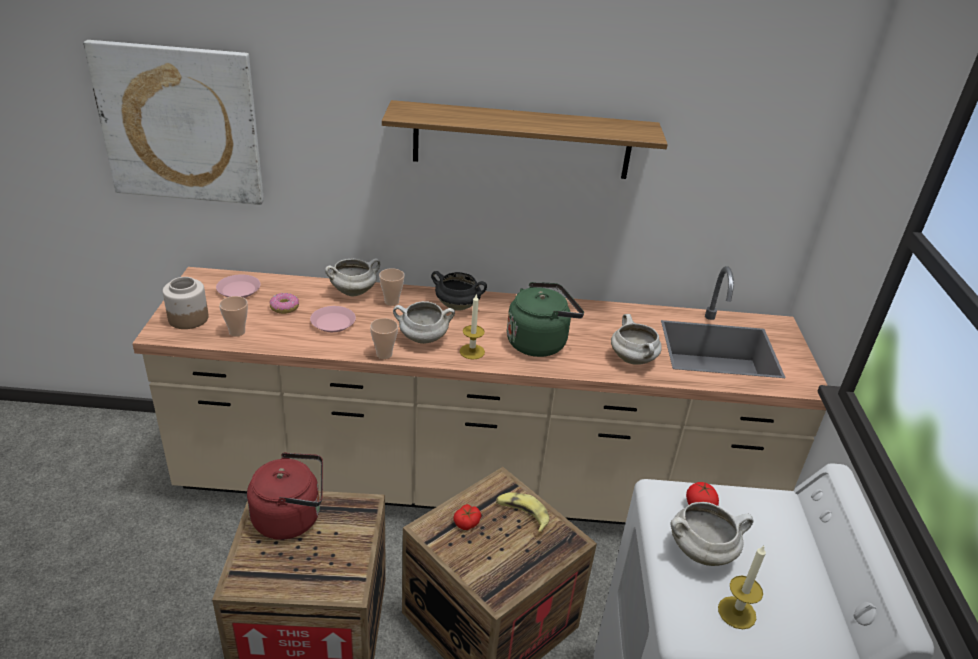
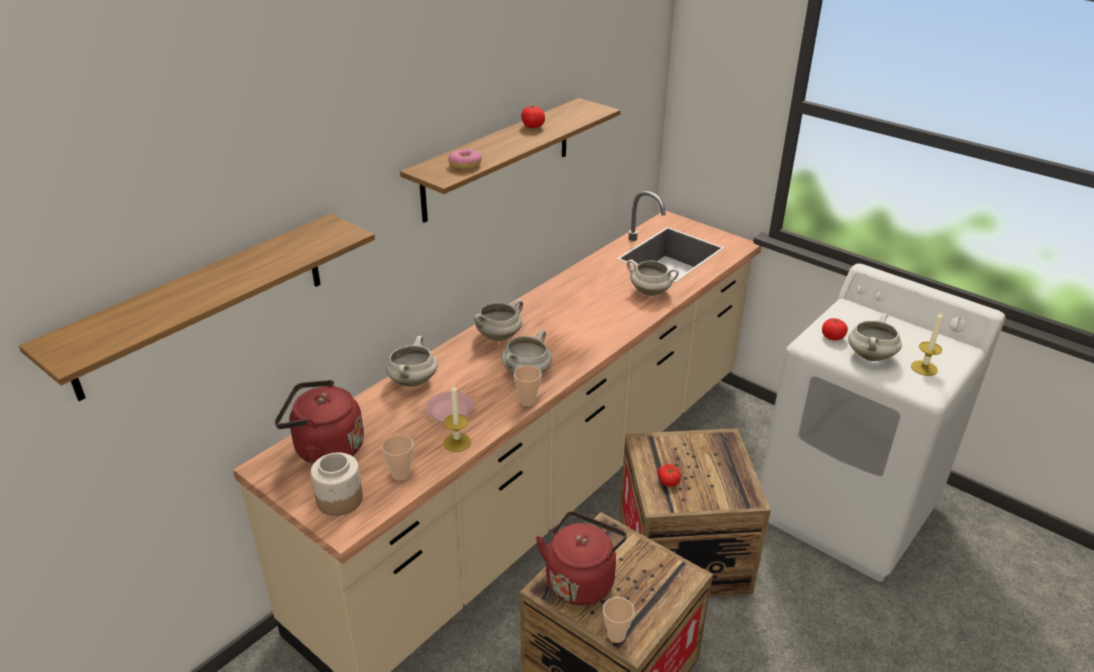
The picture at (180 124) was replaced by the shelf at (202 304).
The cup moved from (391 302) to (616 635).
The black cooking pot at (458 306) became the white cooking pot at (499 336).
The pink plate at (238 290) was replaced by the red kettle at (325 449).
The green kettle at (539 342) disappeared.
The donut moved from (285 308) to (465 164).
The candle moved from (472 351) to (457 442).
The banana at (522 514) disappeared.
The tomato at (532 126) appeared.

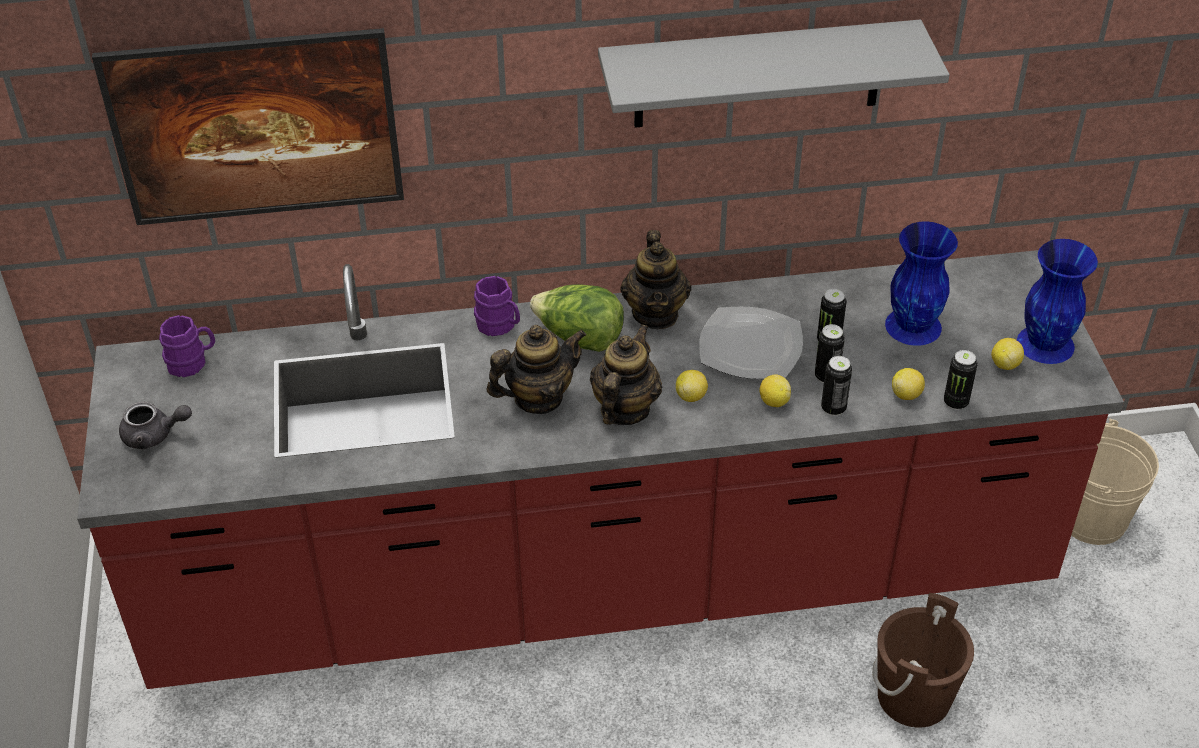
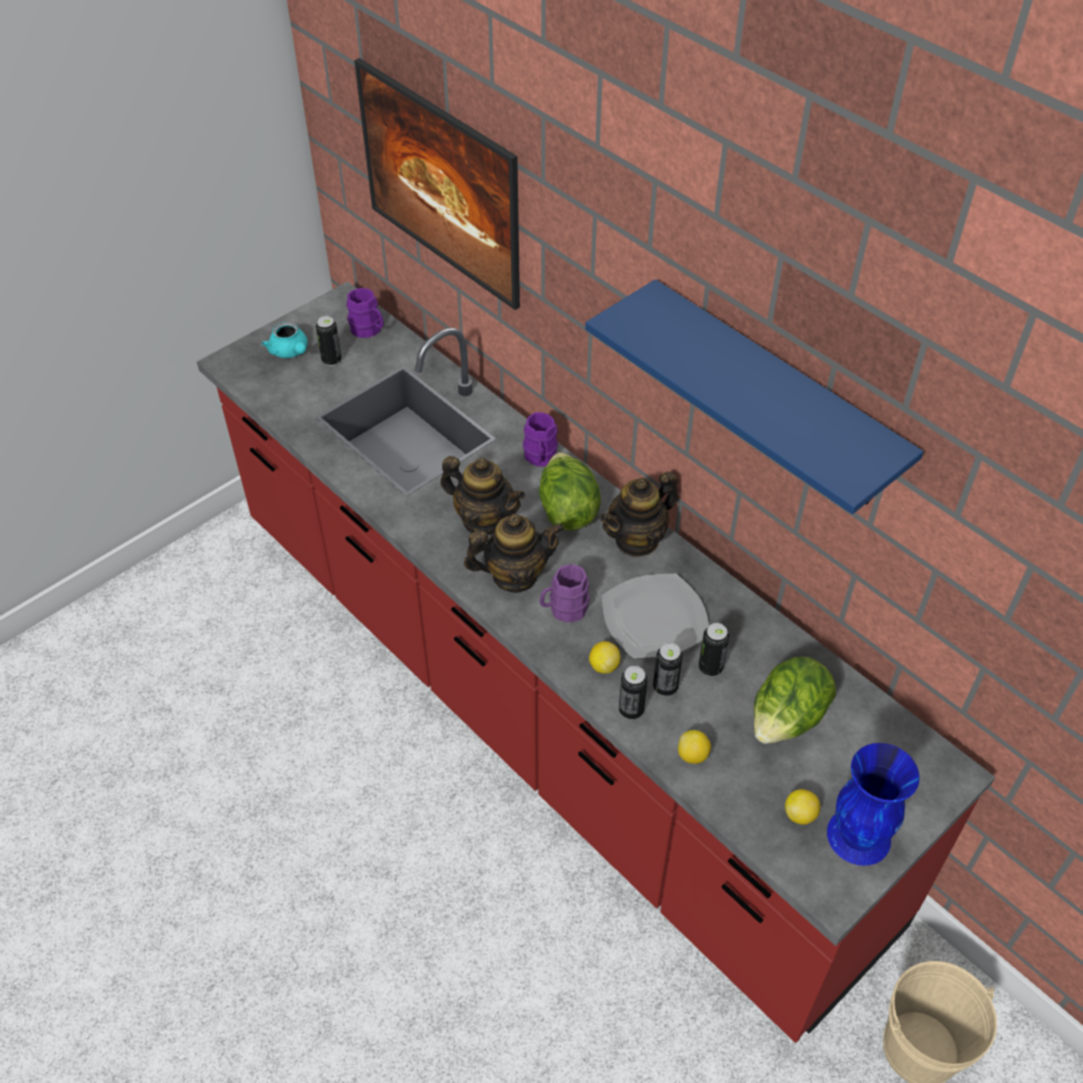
The grey shelf at (758 74) became the blue shelf at (773 397).
The blue vase at (914 325) was replaced by the lettuce at (786 720).
The can moved from (955 402) to (331 360).
The lemon at (691 396) was replaced by the purple mug at (563 609).
The grey teapot at (154 435) became the turquoise teapot at (290 352).
The brown bucket at (914 696) disappeared.

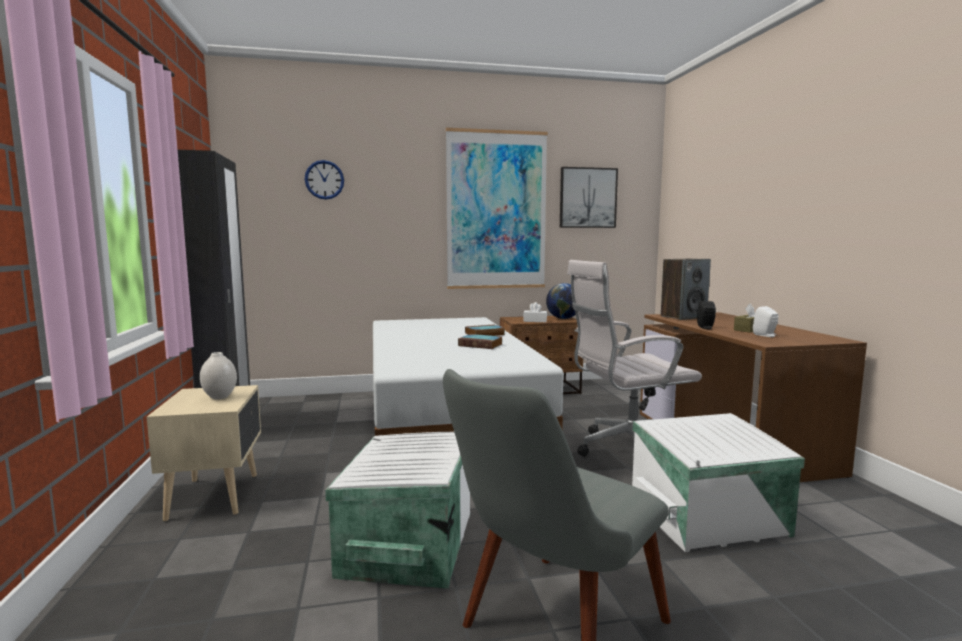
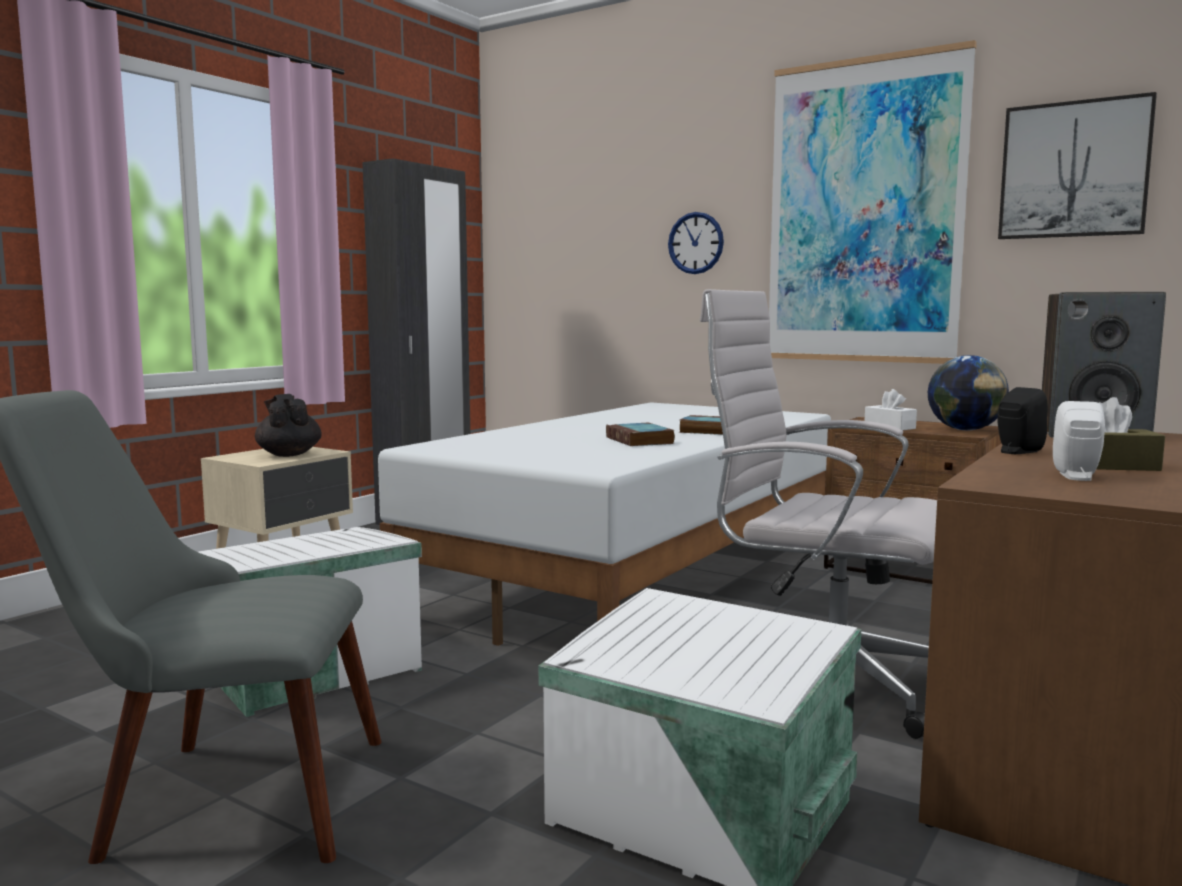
The wall clock moved from (324 180) to (695 243).
The white vase at (220 397) was replaced by the black teapot at (289 454).

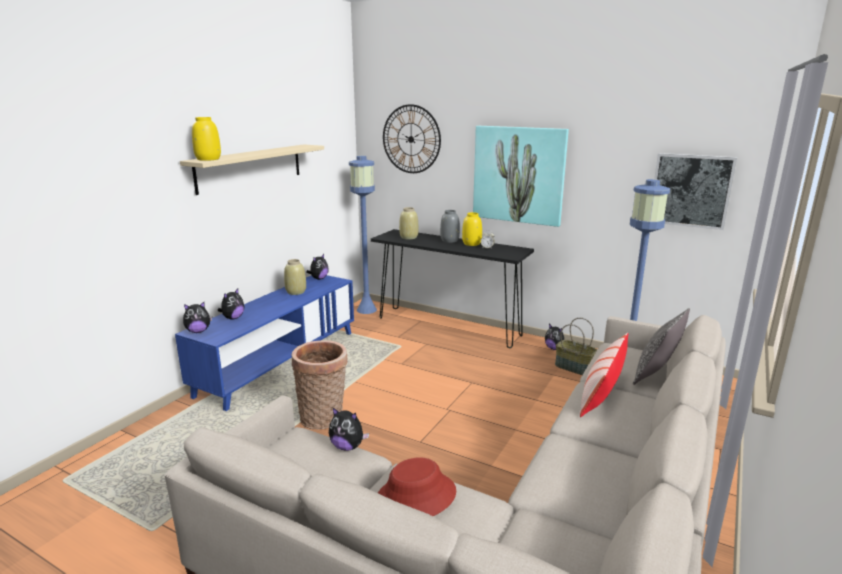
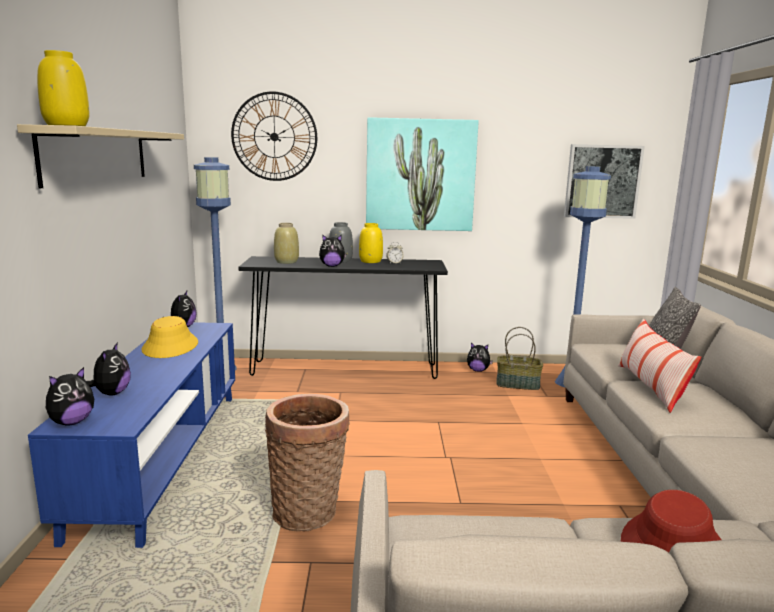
The beige vase at (296 292) was replaced by the yellow hat at (170 346).
The plush toy moved from (347 446) to (332 266).

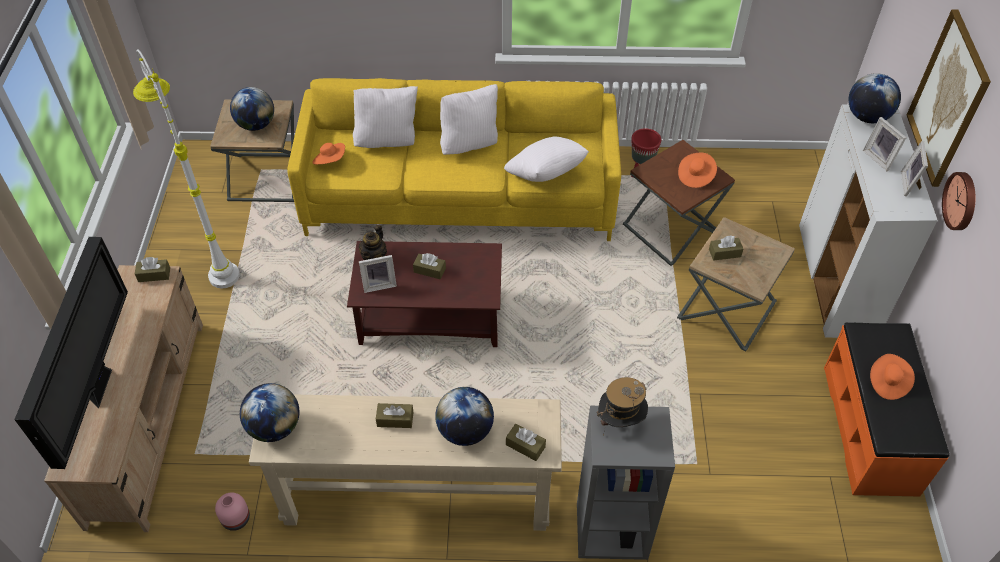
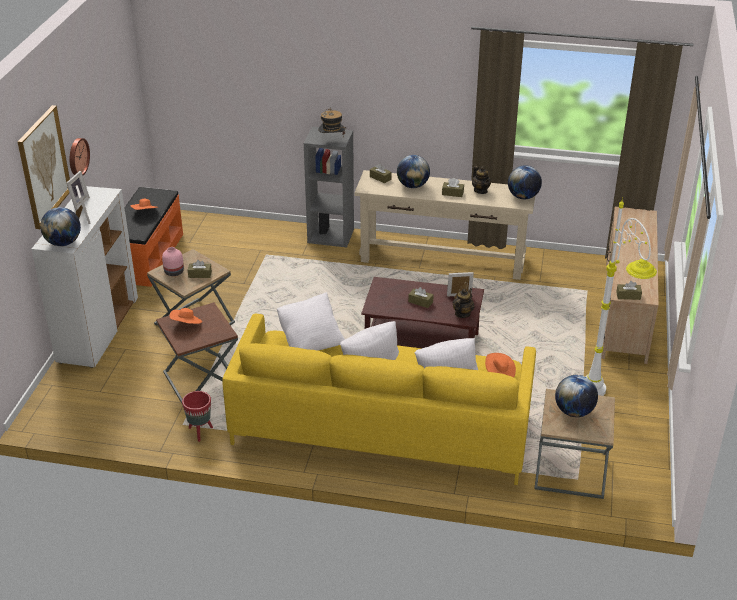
The television at (100 385) disappeared.
The pink vase moved from (237 518) to (173 272).
The teapot at (480 190) appeared.

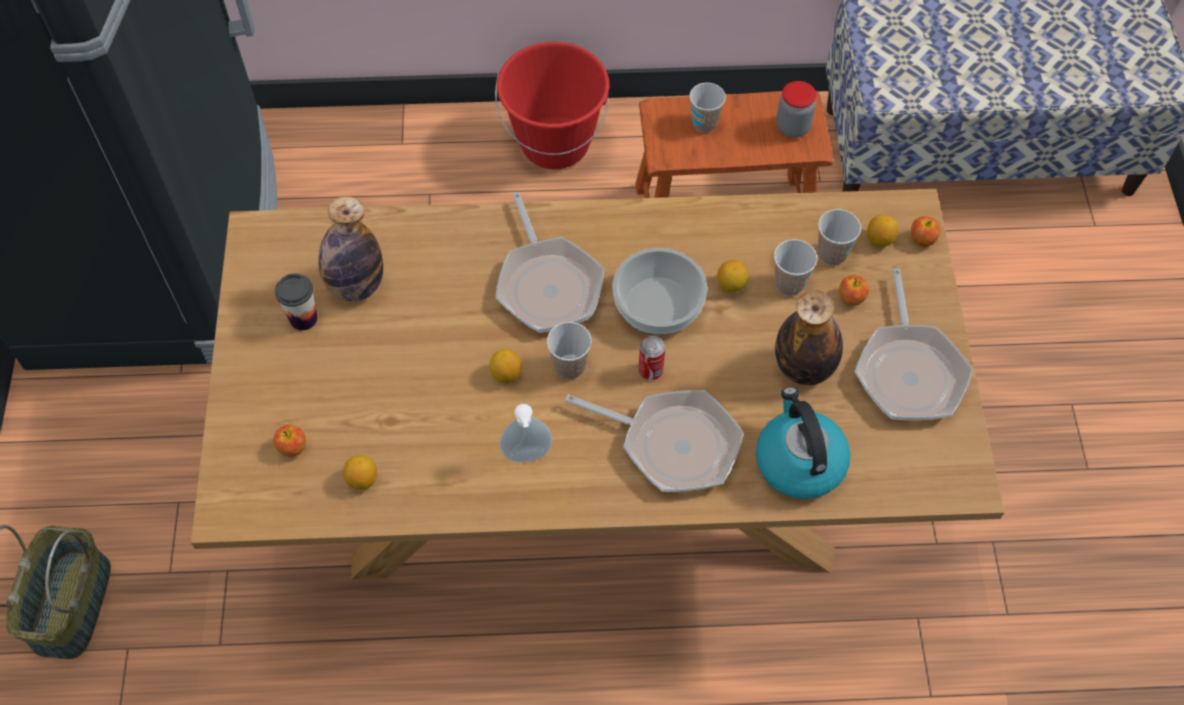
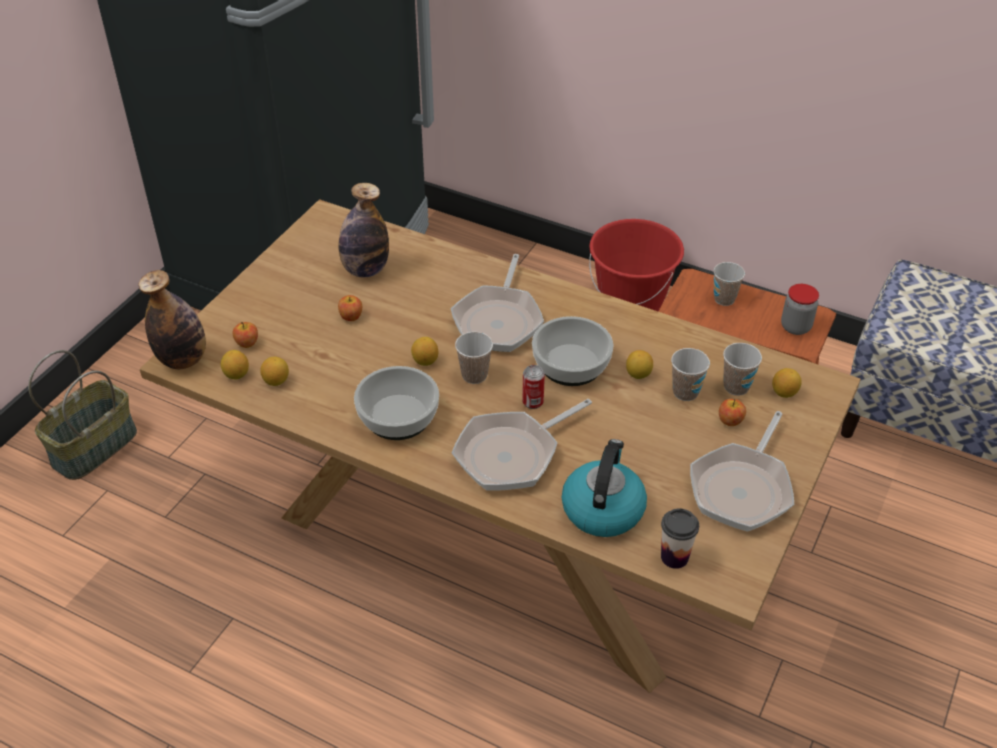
The apple moved from (922 239) to (351 316).
The cup moved from (303 318) to (674 557).
The bottle moved from (804 367) to (183 359).
The frying pan at (672 443) turned 90 degrees clockwise.
The soap dispenser at (527 457) was replaced by the bowl at (399 416).
The lemon at (236 374) appeared.

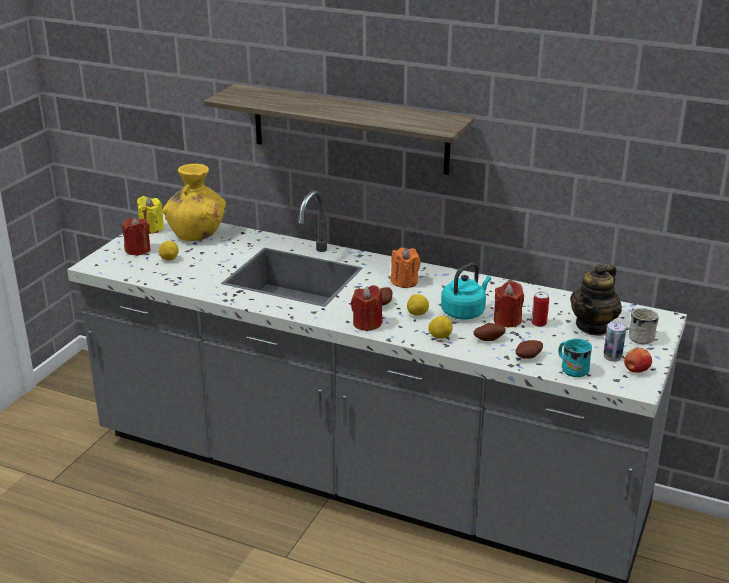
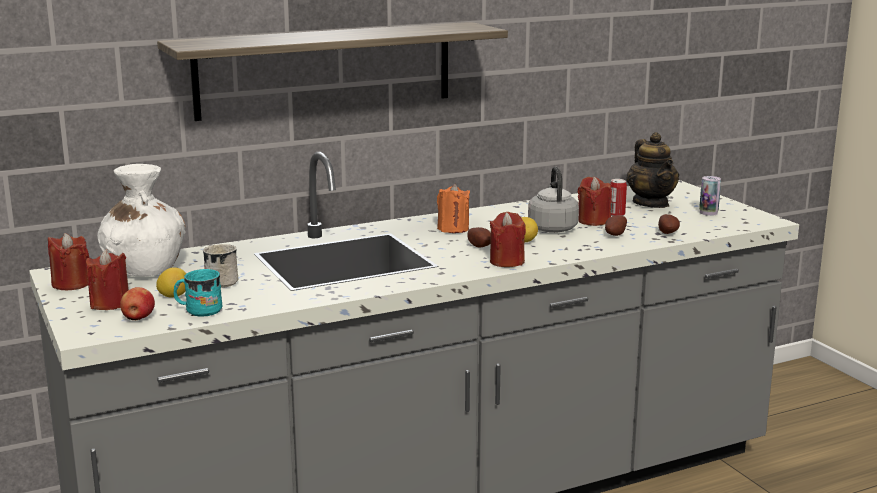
The yellow vase at (197 234) became the white vase at (145 269).
The yellow candle at (151 228) became the red candle at (71 284).
The turquoise kettle at (464 312) became the grey kettle at (552 228).
The white mug moved from (644 337) to (223 281).
The lemon at (440 337) disappeared.
The turquoise mug moved from (571 368) to (198 310).
The apple moved from (636 370) to (138 318).

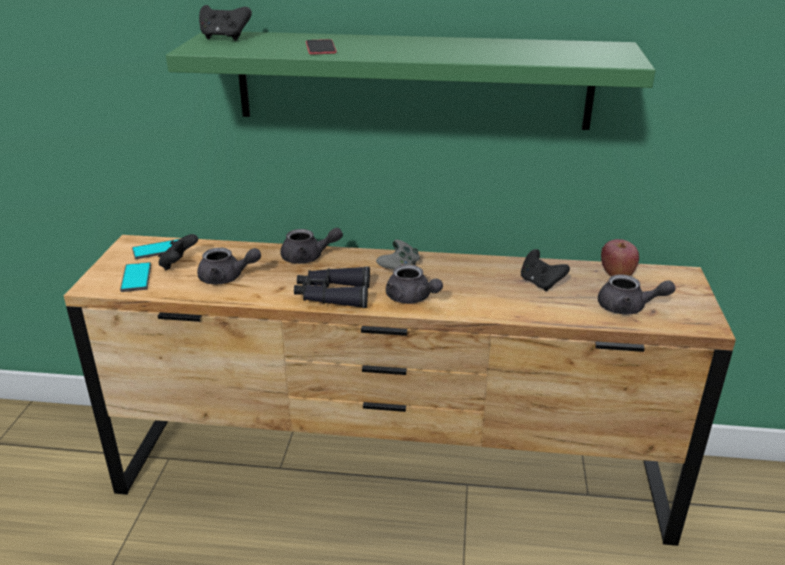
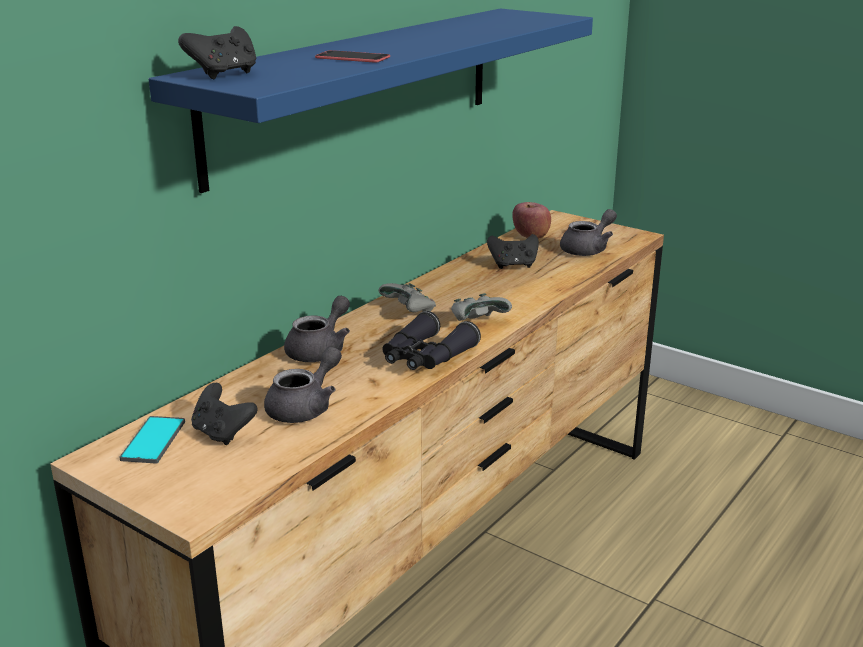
The green shelf at (412 80) became the blue shelf at (359 89).
The phone at (136 278) disappeared.
The grey teapot at (411 299) was replaced by the grey game controller at (478 322).

